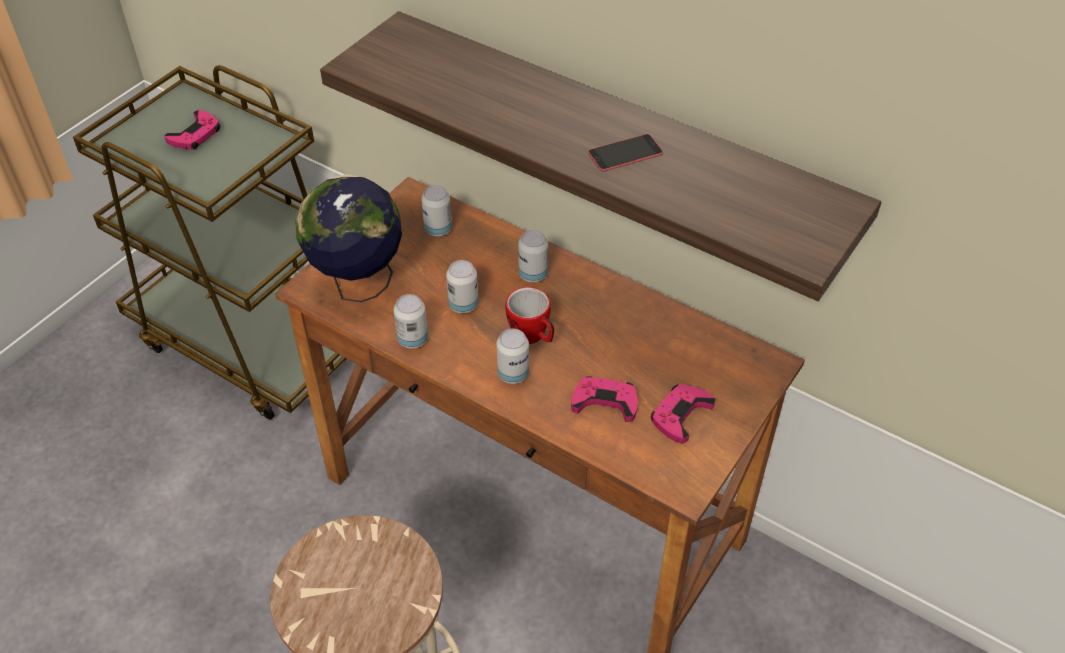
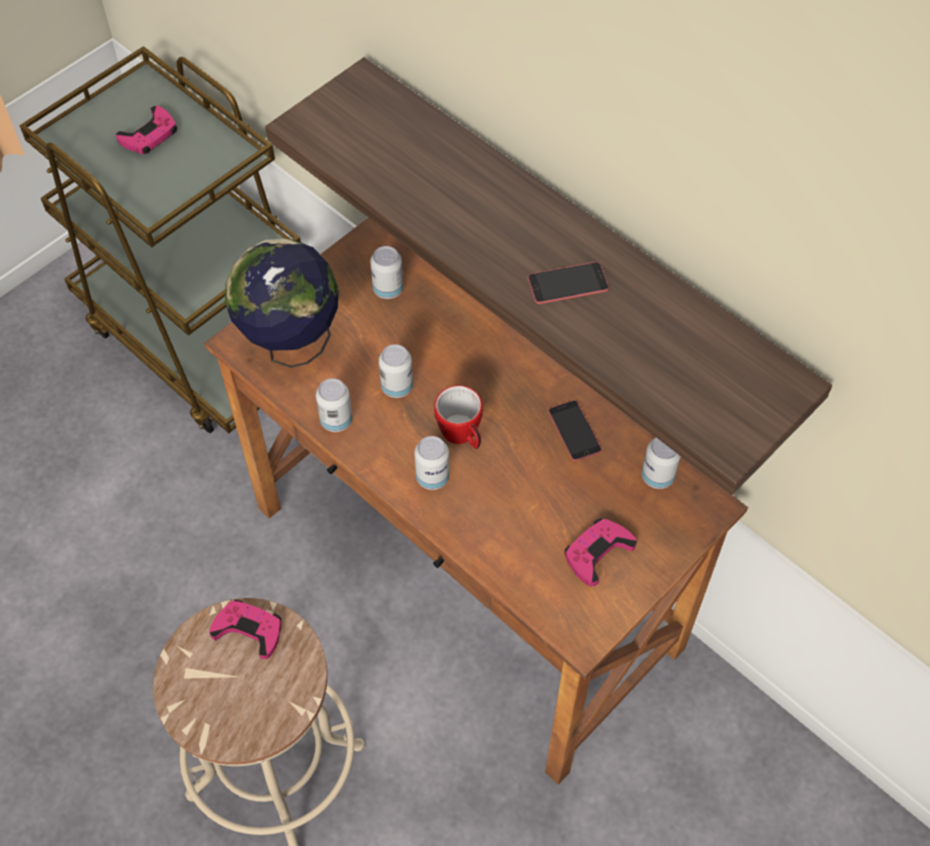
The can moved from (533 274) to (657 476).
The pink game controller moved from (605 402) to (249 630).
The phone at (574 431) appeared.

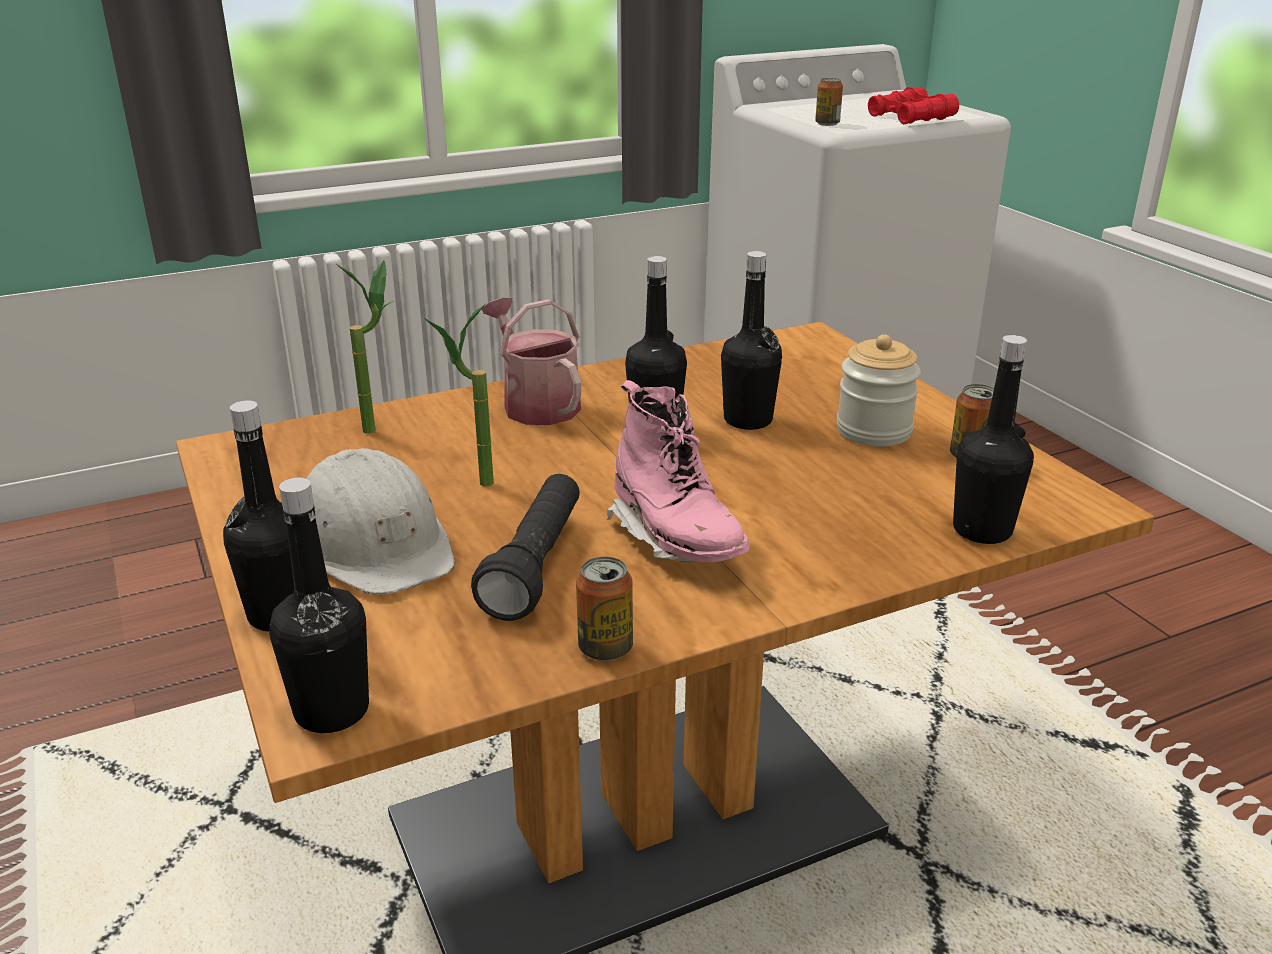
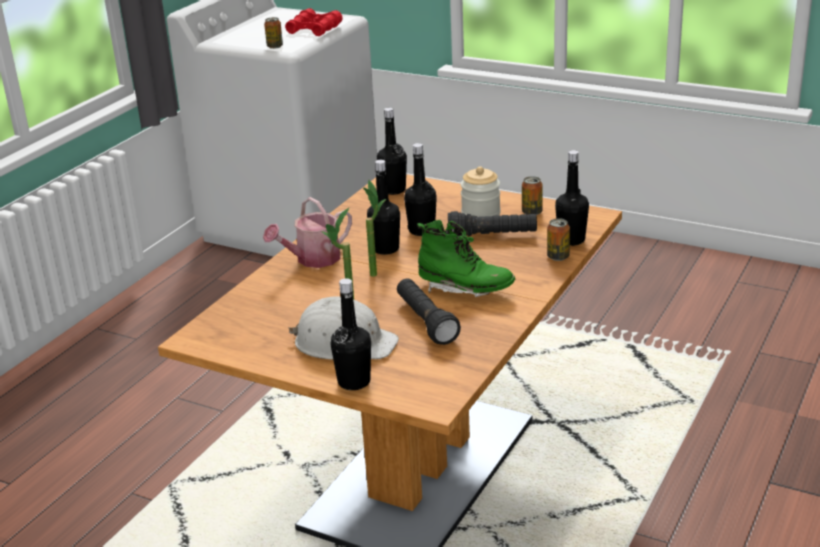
The potted plant moved from (381 427) to (375 271).
The watering can at (536 404) turned 60 degrees counterclockwise.
The pink boot at (676 539) became the green boot at (465 290).
The black bottle moved from (332 711) to (393 190).
The can moved from (605 648) to (558 257).
The black flashlight at (492 236) appeared.

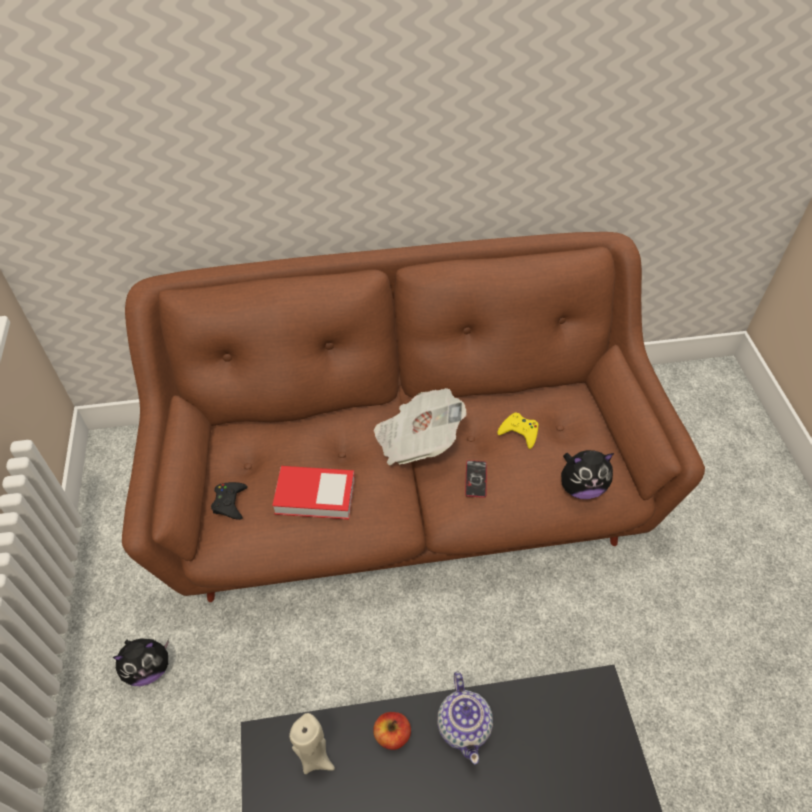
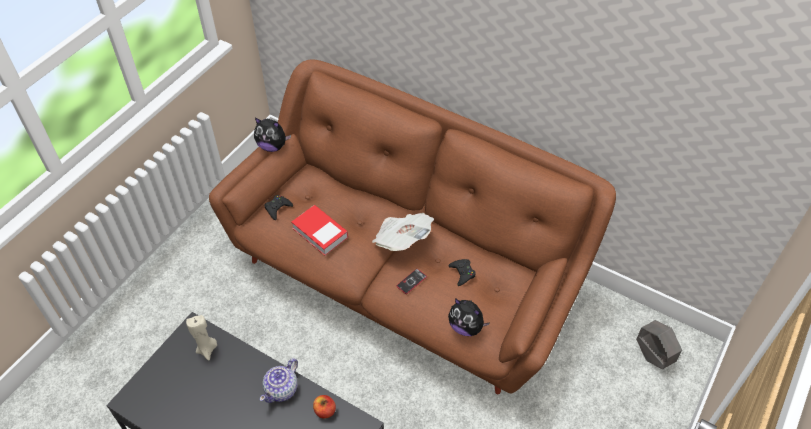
The yellow game controller at (519 432) became the black game controller at (462 273).
The plush toy moved from (148 668) to (272 146).
The apple moved from (392 735) to (325 411).
The grey planter at (652 356) appeared.

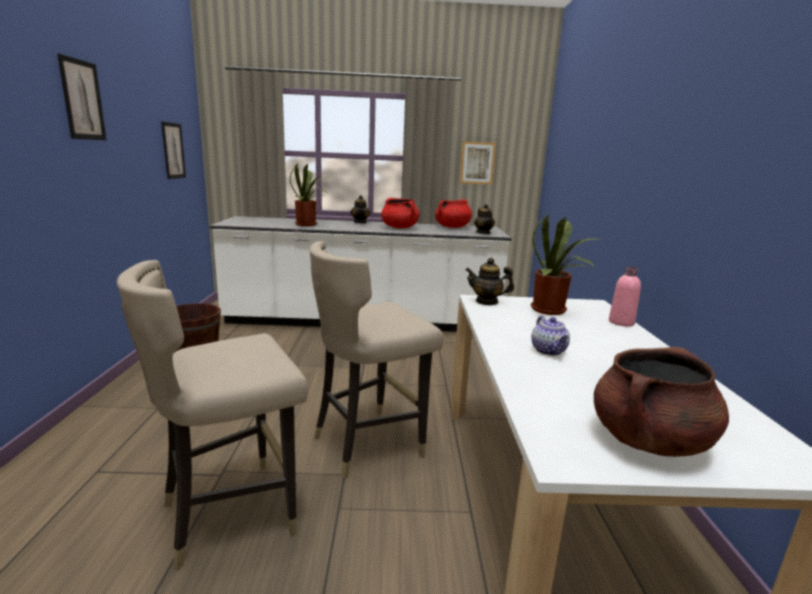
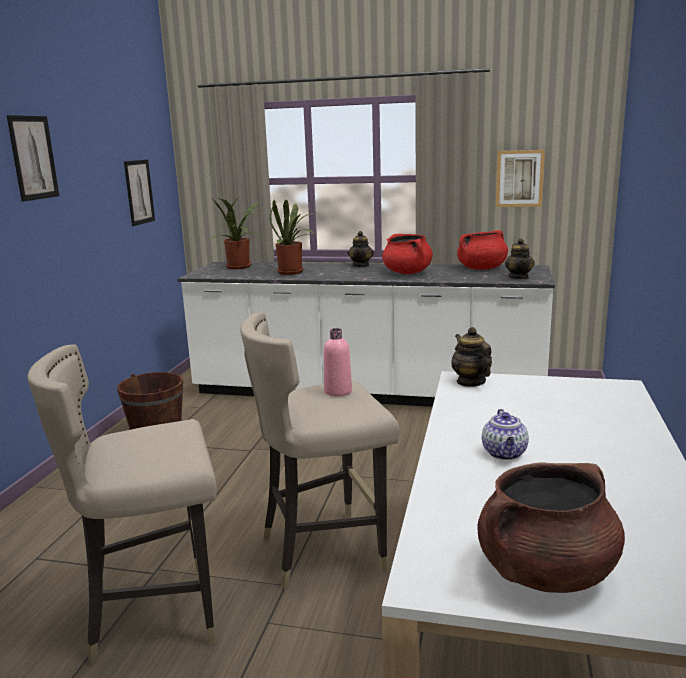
The potted plant moved from (552 311) to (240 267).
The teapot at (487 301) turned 45 degrees clockwise.
The pink bottle moved from (621 322) to (338 391).

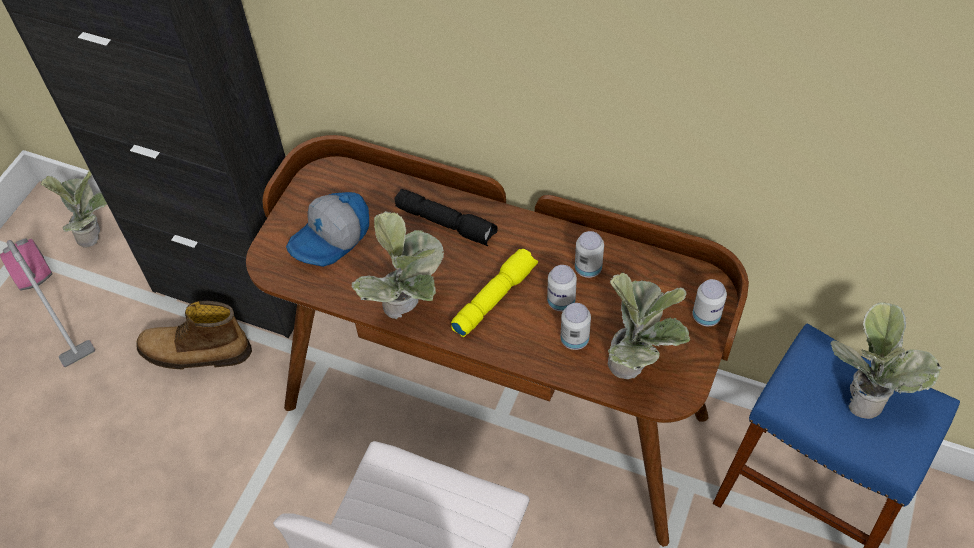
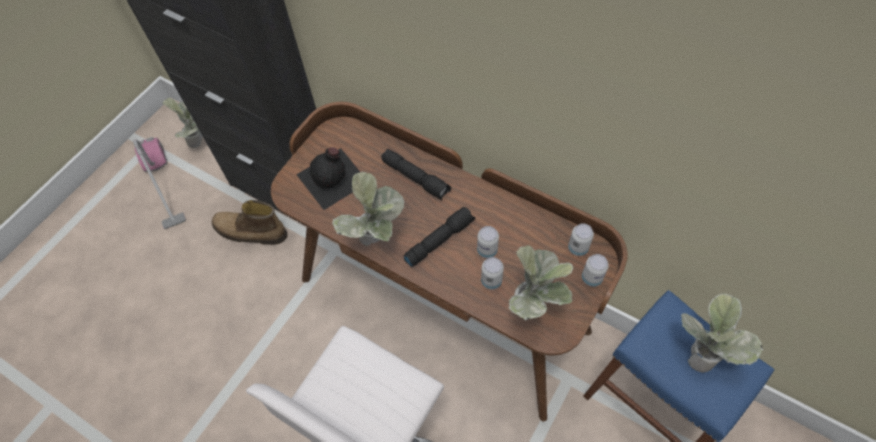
The cap at (332 238) was replaced by the black bottle at (333 178).
The can moved from (588 268) to (578 248).
The yellow flashlight at (494 297) became the black flashlight at (439 239).

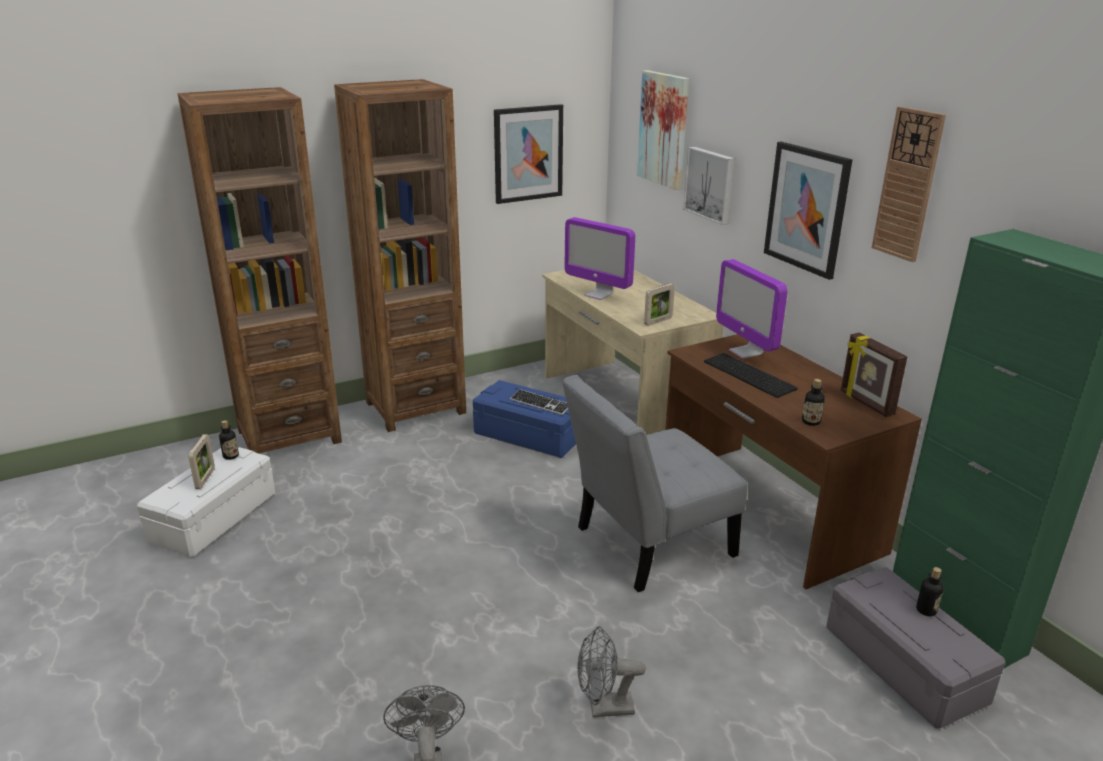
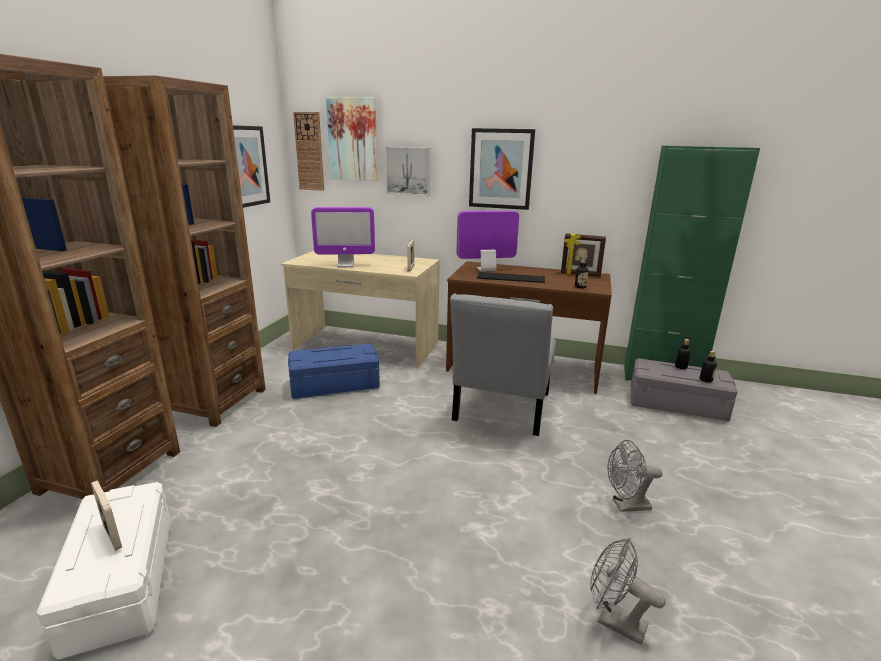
The wall clock moved from (908 185) to (309 151).
The monitor at (746 352) turned 150 degrees clockwise.
The keyboard at (540 403) disappeared.
The bottle moved from (231 456) to (705 380).
The grey fan at (604 708) turned 45 degrees clockwise.

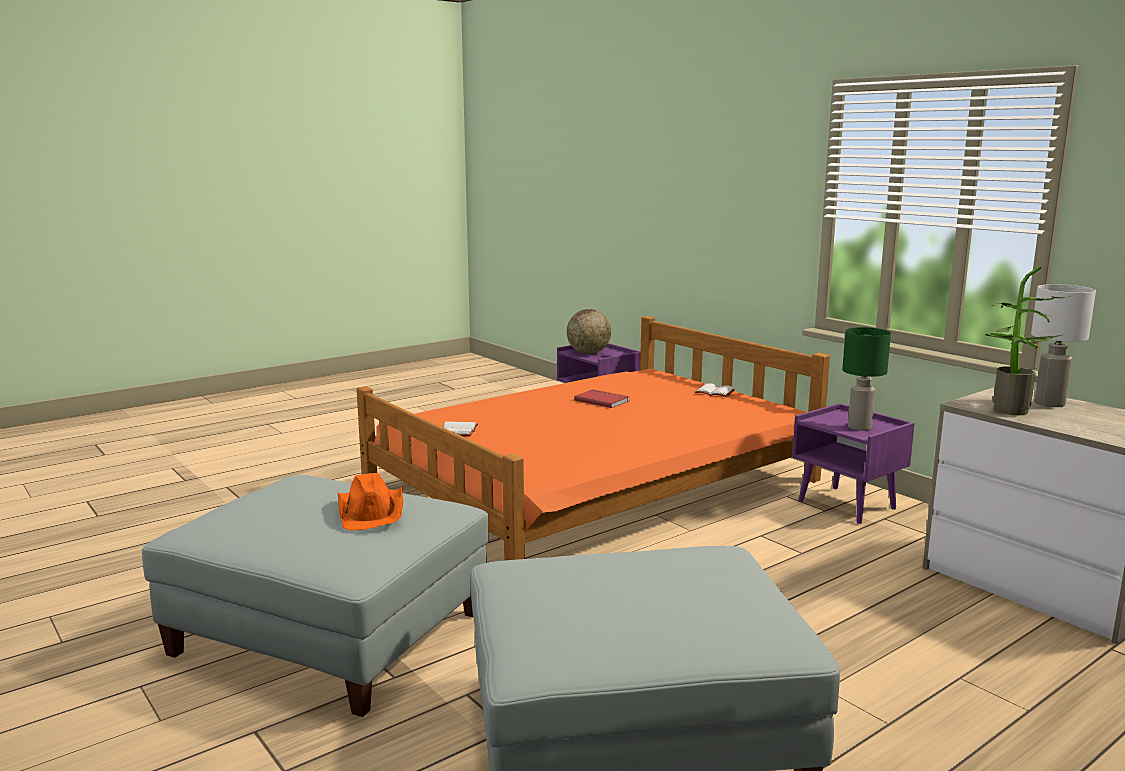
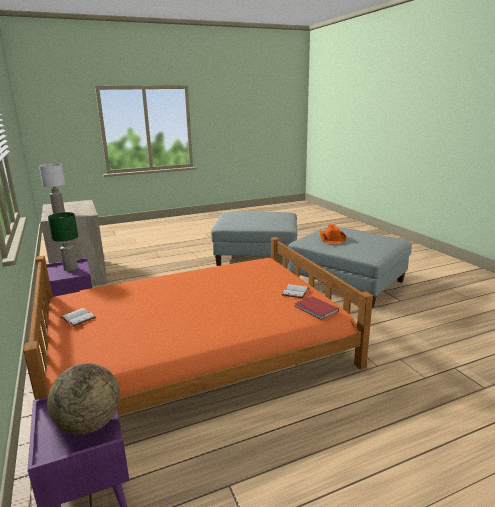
The potted plant at (1009 412) disappeared.
The red book moved from (602 400) to (315 309).

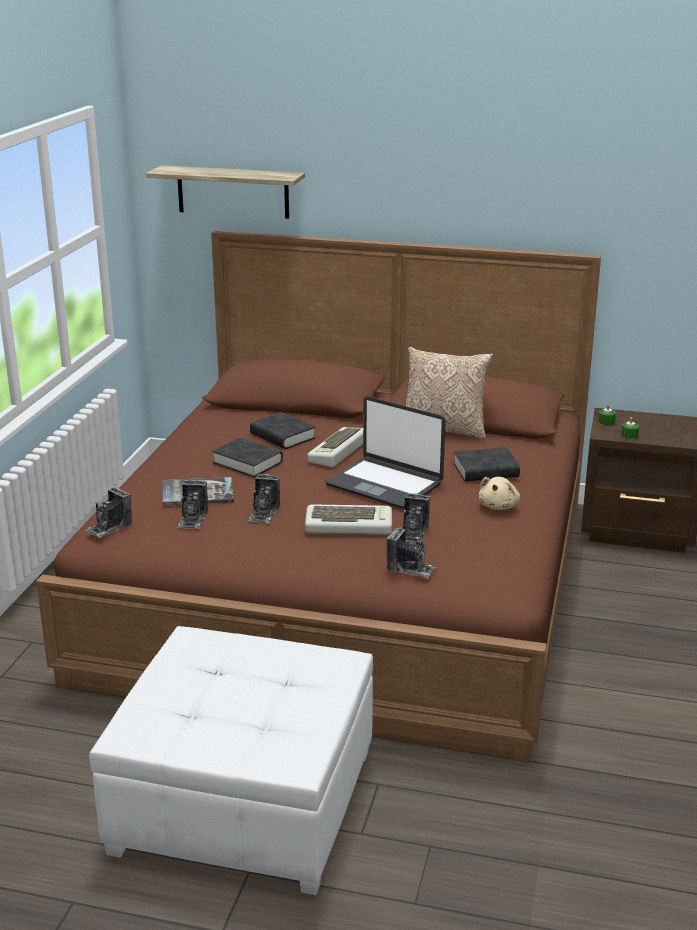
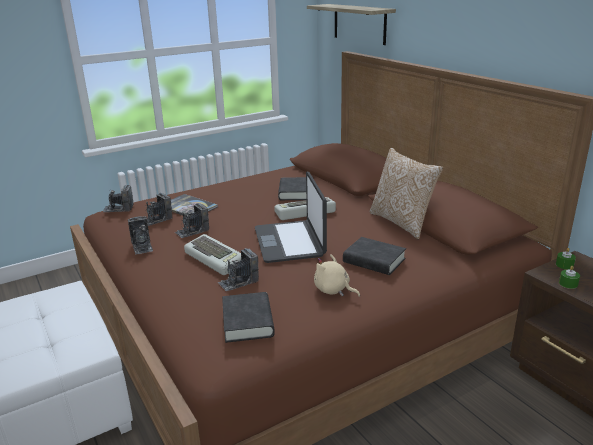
The black book moved from (247 462) to (248 321).
The beige plush toy at (499 506) turned 60 degrees clockwise.
The photo camera moved from (411 568) to (142 246).

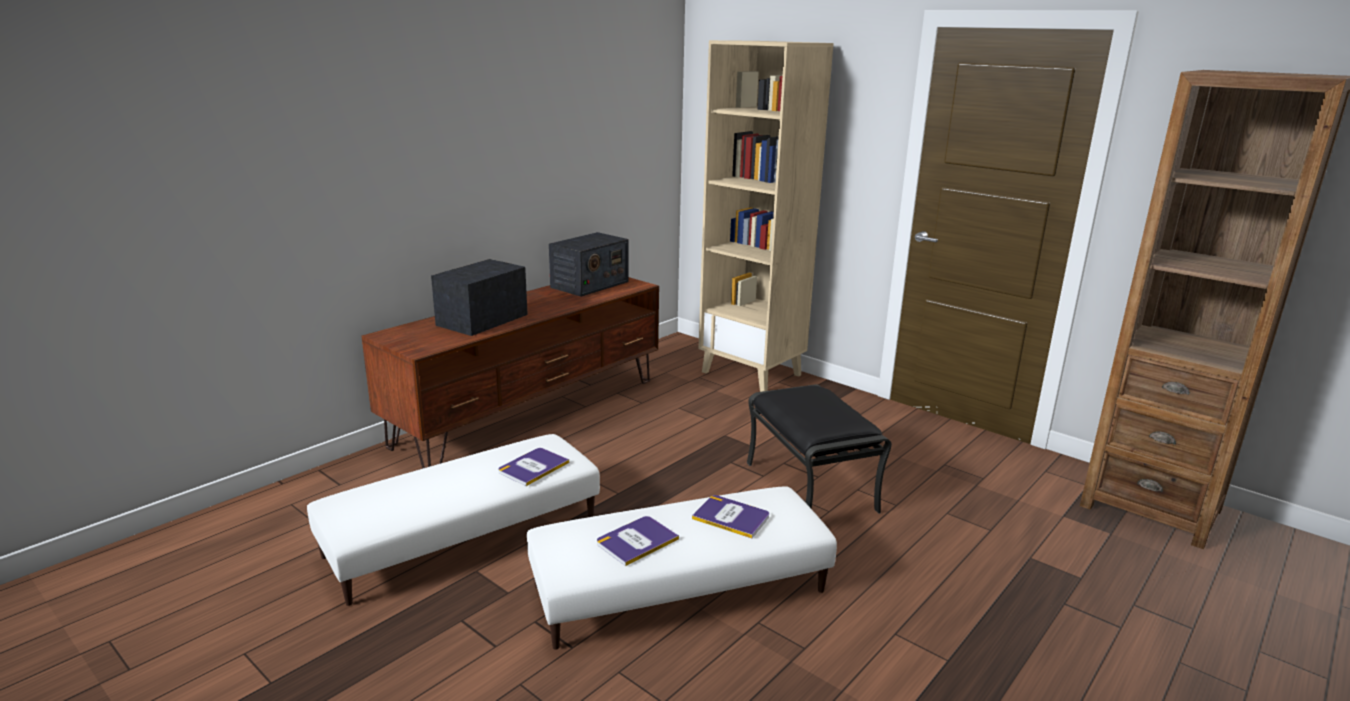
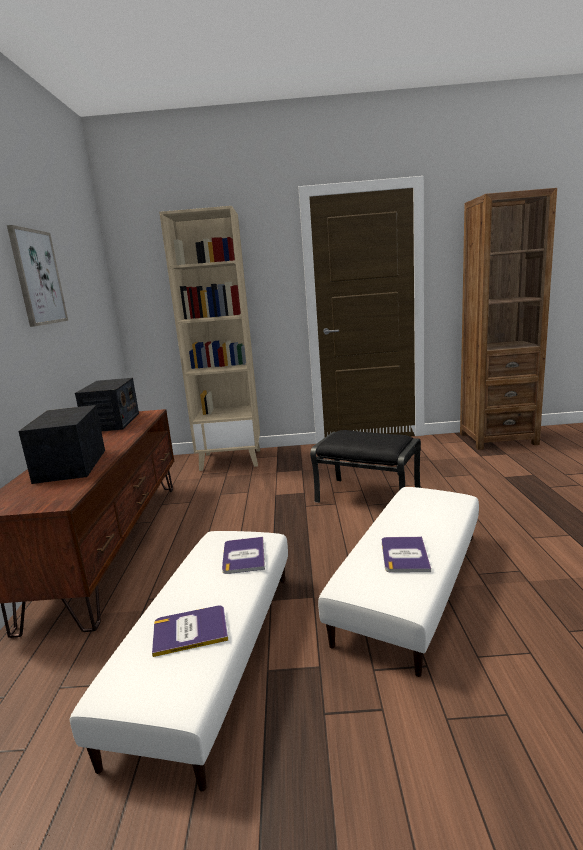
The book moved from (731 517) to (190 631).
The picture at (37 277) appeared.

